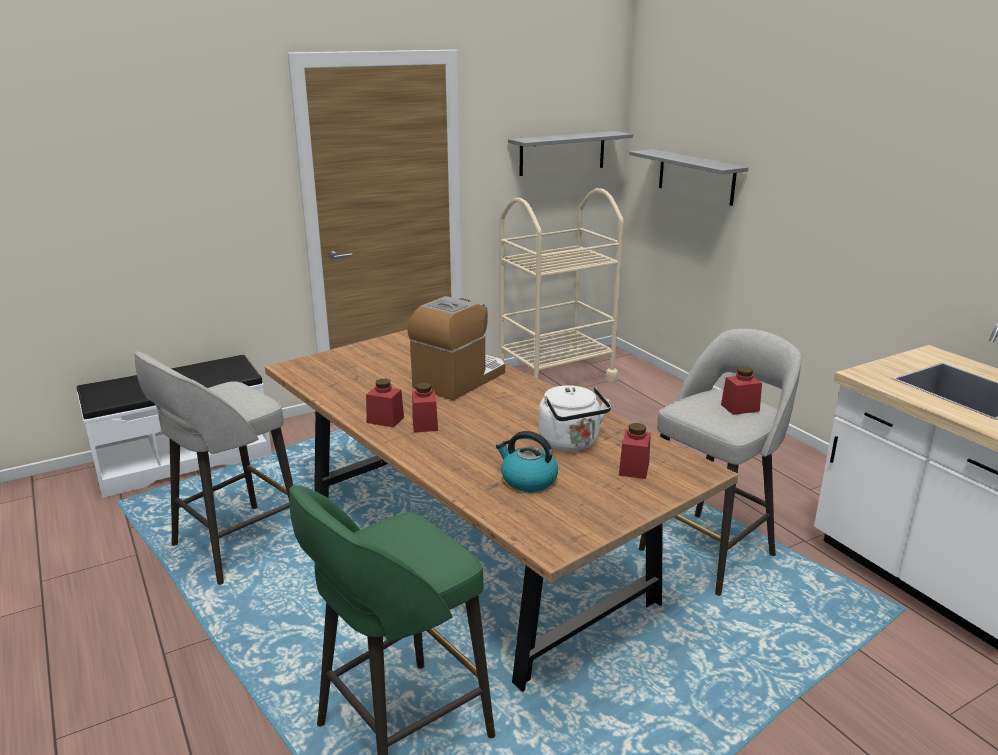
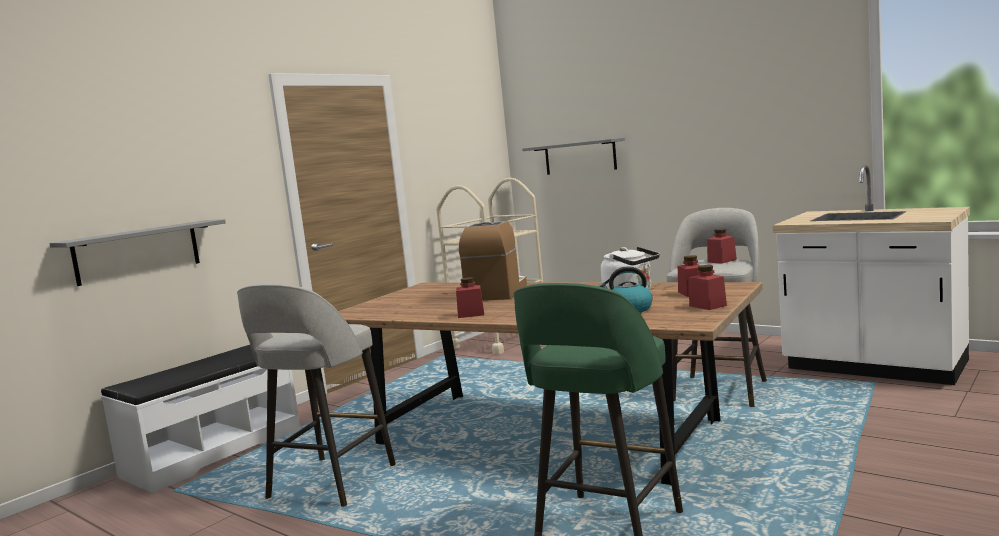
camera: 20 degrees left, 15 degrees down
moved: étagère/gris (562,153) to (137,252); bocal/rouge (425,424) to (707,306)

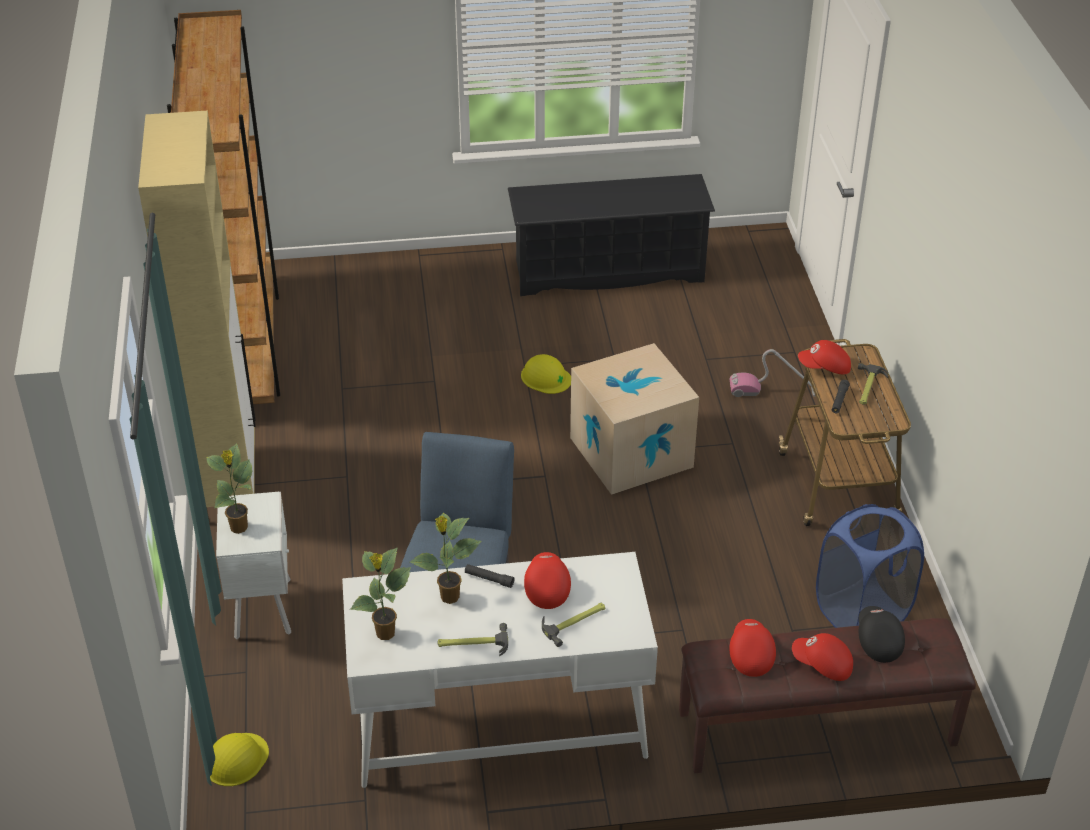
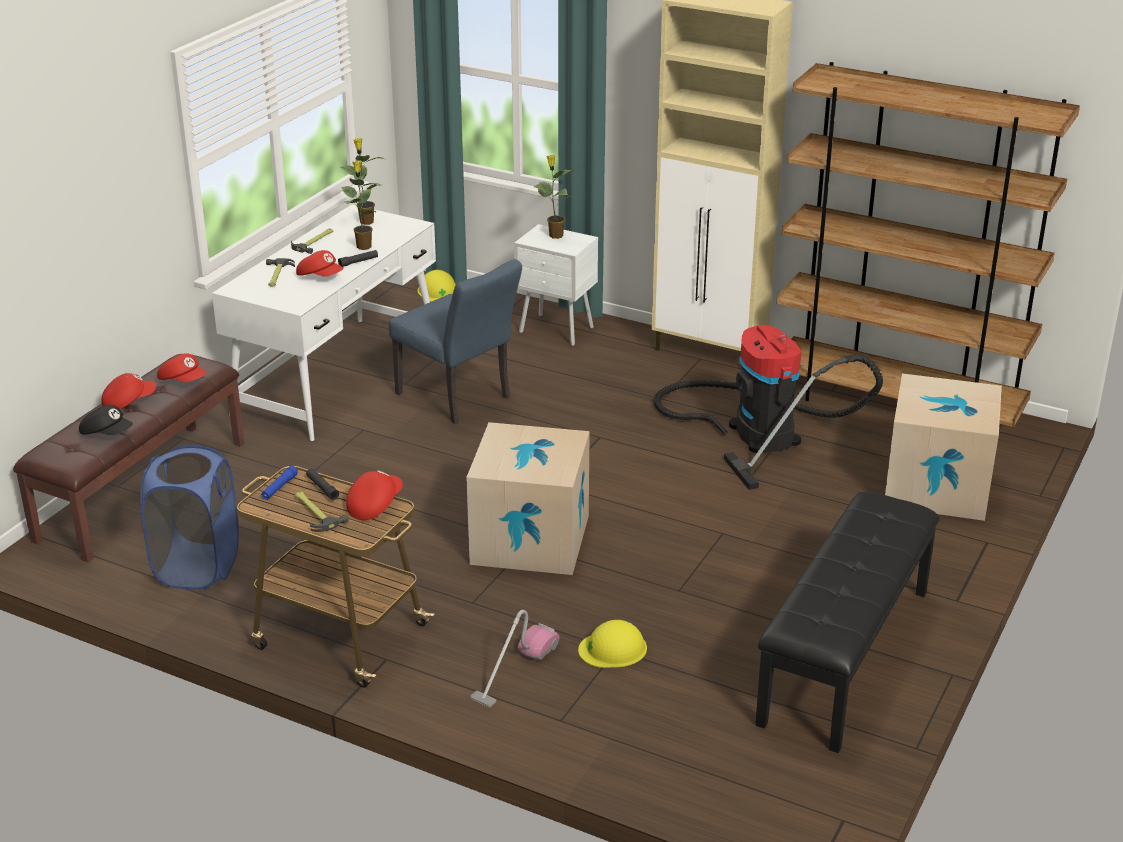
camera: 125 degrees right, 10 degrees down
added: lampe de poche/bleu (279,487); aspirateur (758,431); carton (936,487)
moved: casque de chantier/jaune (546,377) to (613,649)
replaced: étagère à chaussures/noir (608,271) to banc/noir (846,656)

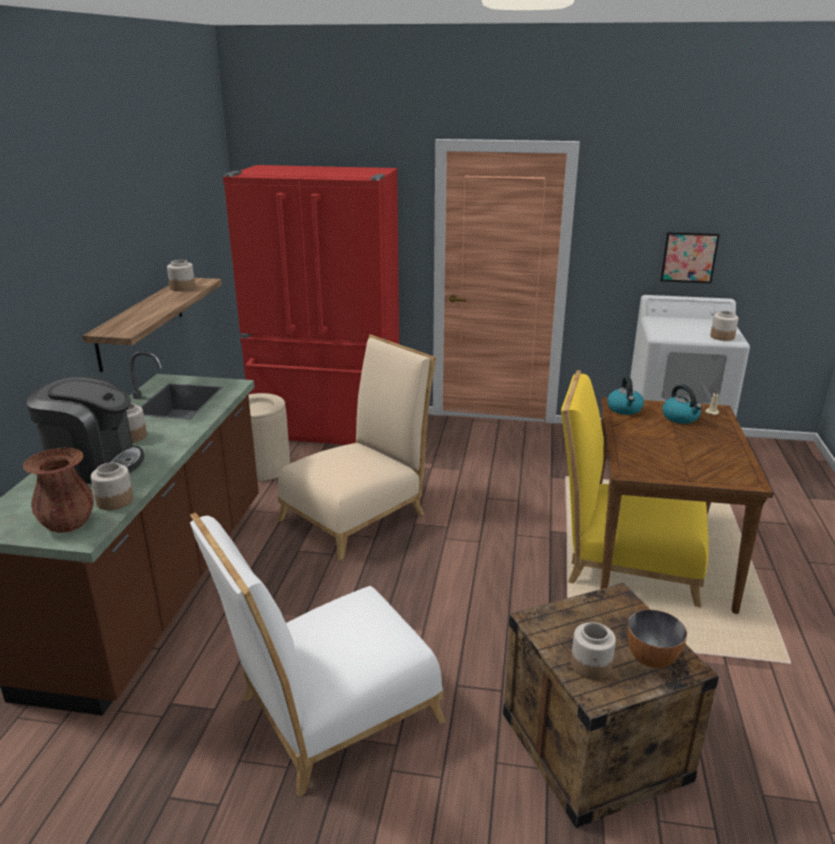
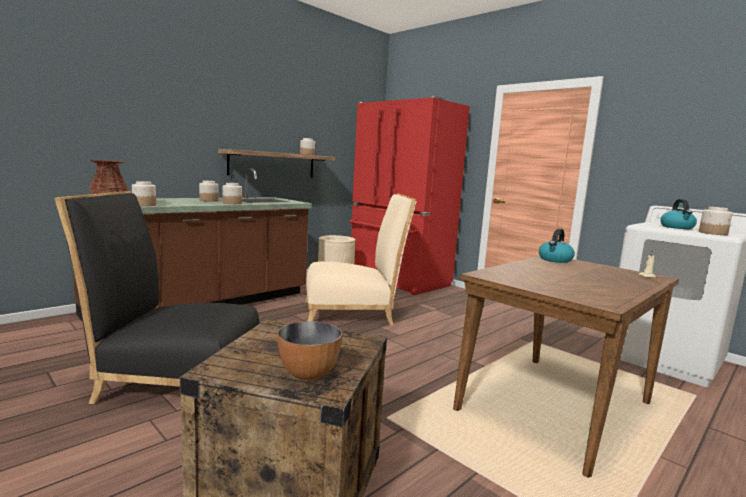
camera: 35 degrees right, 15 degrees down
removed: machine à café (94,464); chaise/jaune (624,561); tableau (689,257)
moved: bocal (591,665) to (232,203); bouilloire (681,418) to (677,227)
recoloured: chaise/blanc (329,715) to chaise/noir (173,379)

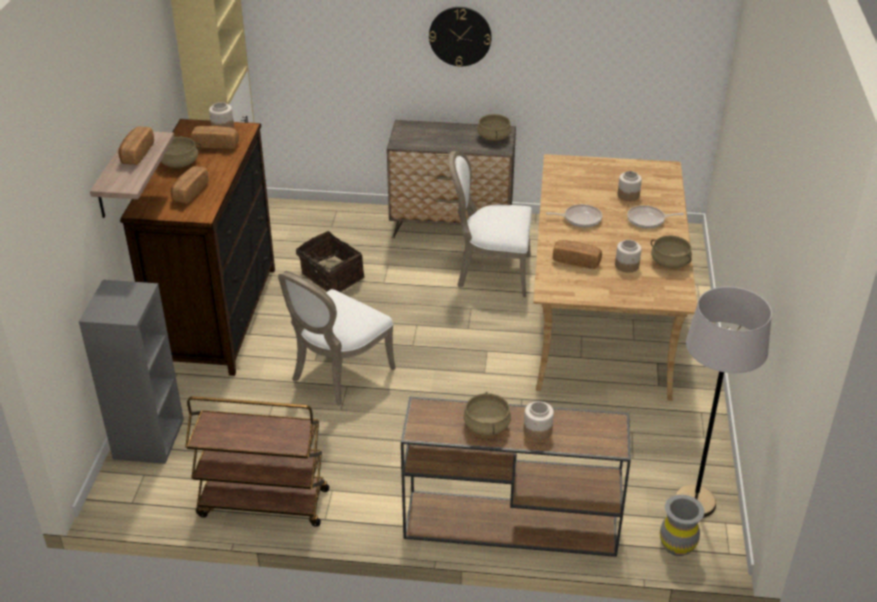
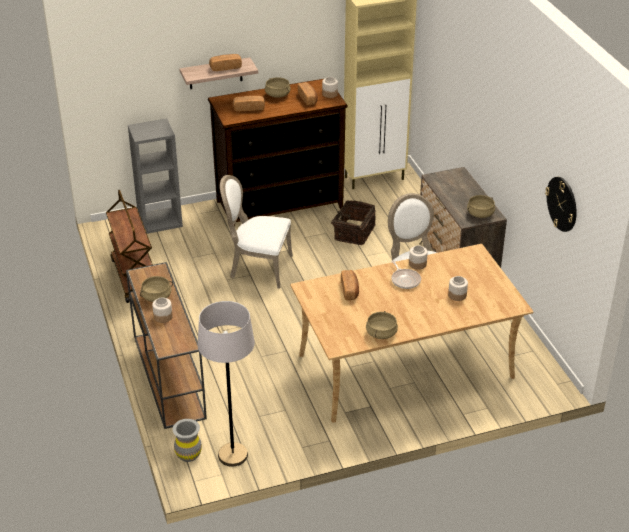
camera: 65 degrees right, 0 degrees up
removed: poêle (648,220)
moved: bocal (627,265) to (417,264); horloge murale (460,36) to (562,204)

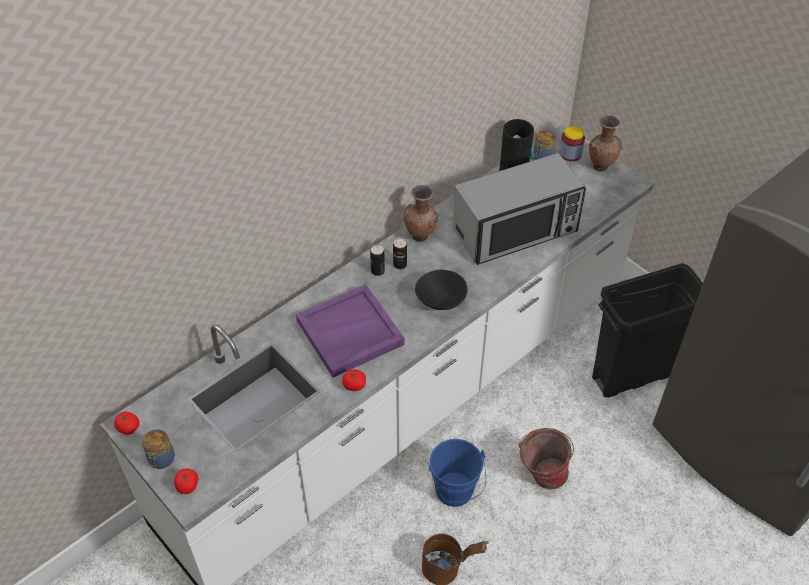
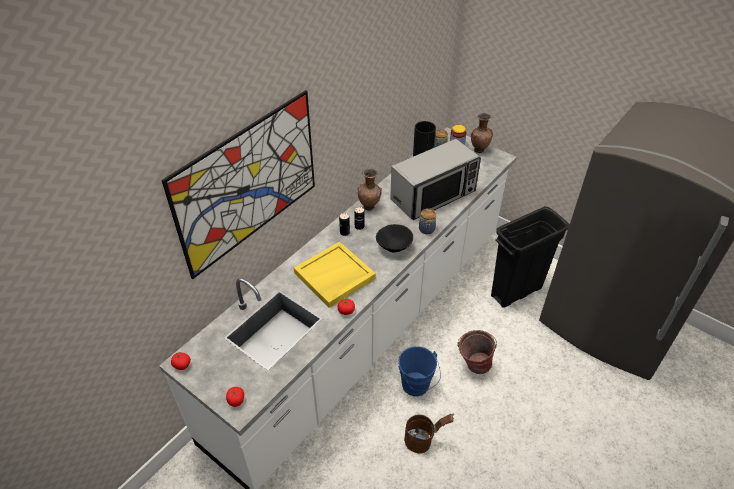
camera: 10 degrees left, 5 degrees down
added: tableau (248,183)
moved: bocal (161,460) to (426,230)
recoloured: plateau/violet (349,333) to plateau/jaune (334,276)

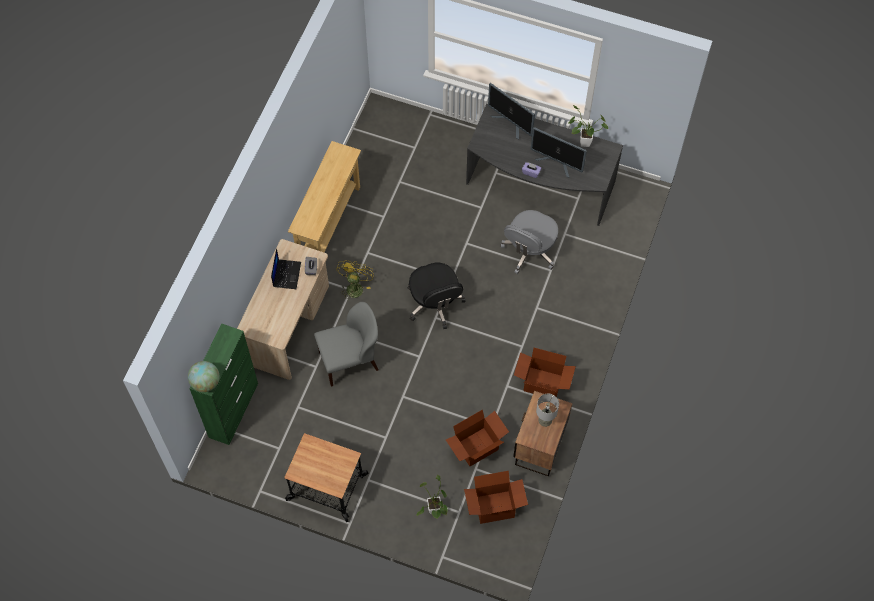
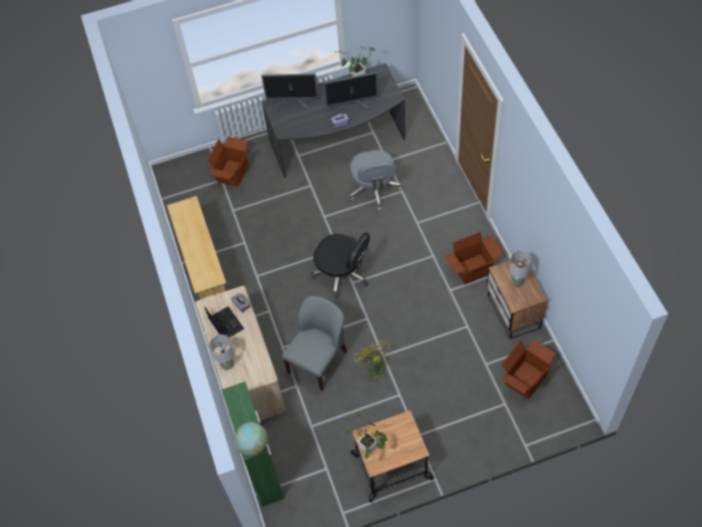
camera: 35 degrees left, 5 degrees down
added: lampe de table/gris (227,364)
moved: carton (477,447) to (233,173); plante en pot (434,512) to (370,450); ventilateur/jaune (355,286) to (374,368)

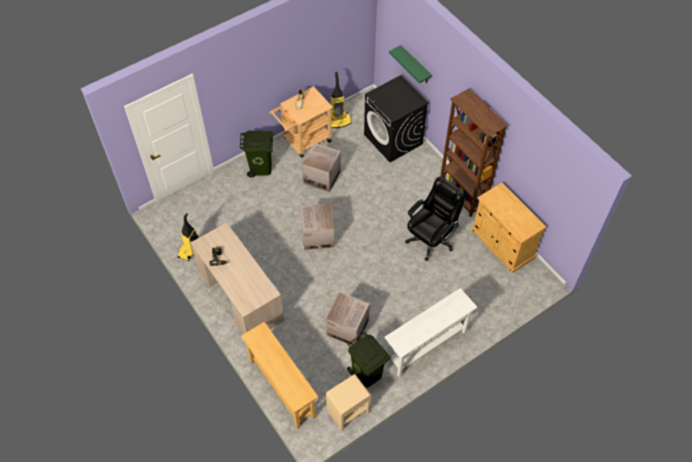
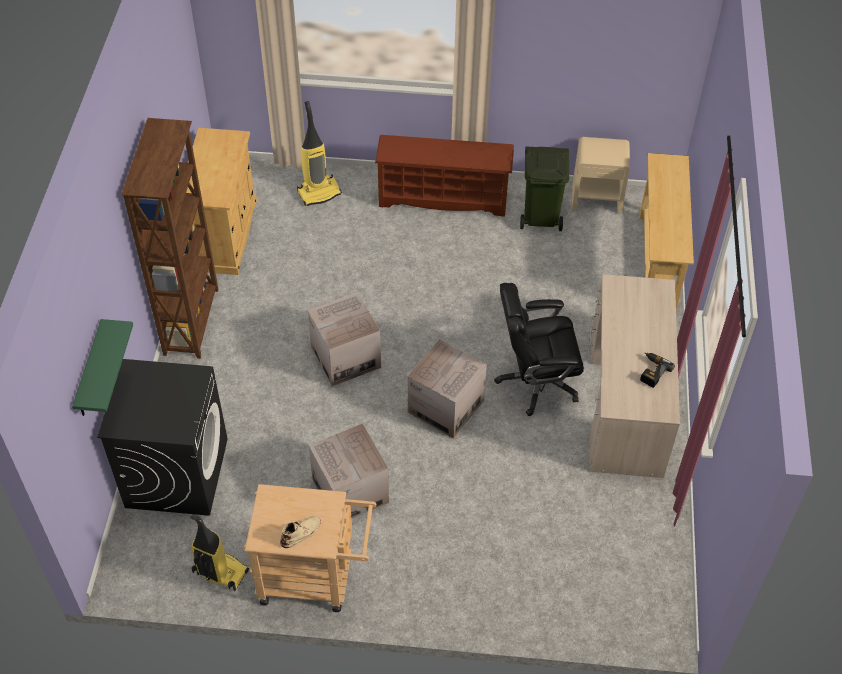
camera: 140 degrees left, 5 degrees down
removed: poubelle/vert (261,168)
moved: aspirateur (190,250) to (319,192); carton (347,327) to (345,357); chaise de bureau/noir (431,239) to (536,381)
replaced: table console/blanc (427,346) to étagère à chaussures/marron (444,198)

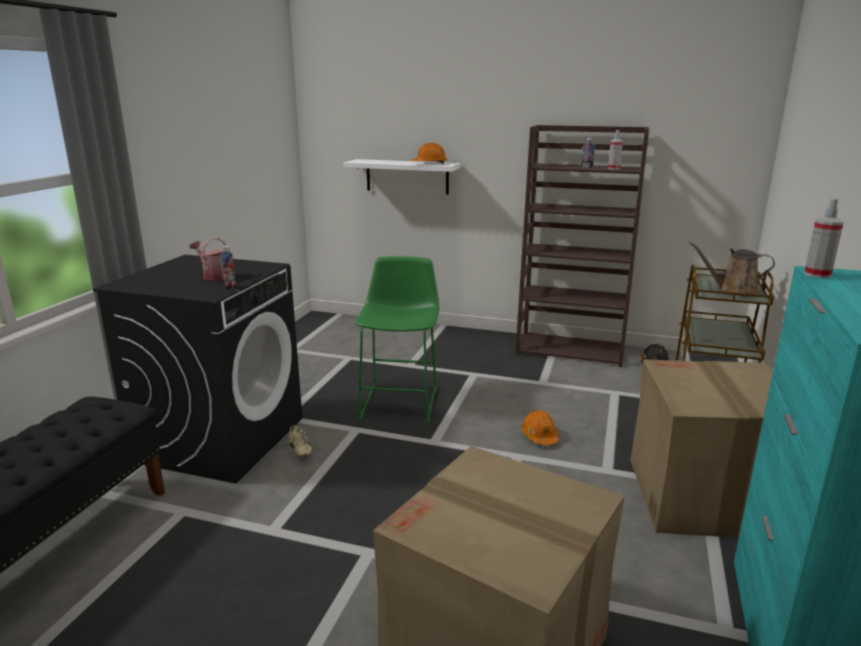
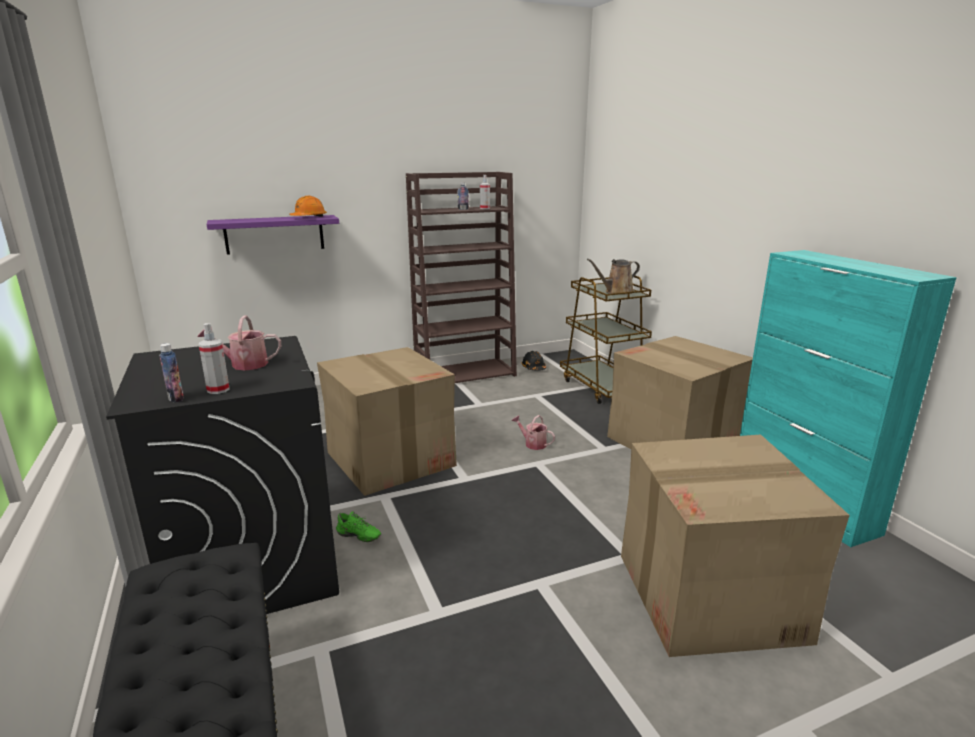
camera: 40 degrees left, 0 degrees up
moved: bouteille (230,287) to (176,398); vaporisateur (817,274) to (218,389)
replaced: tabouret/vert (401,402) to carton (390,458); casque de chantier/orange (539,436) to arrosoir (532,443)
recoloured: étagère/blanc (407,176) to étagère/violet (274,234); chaussure/beige (298,451) to chaussure/vert (358,537)

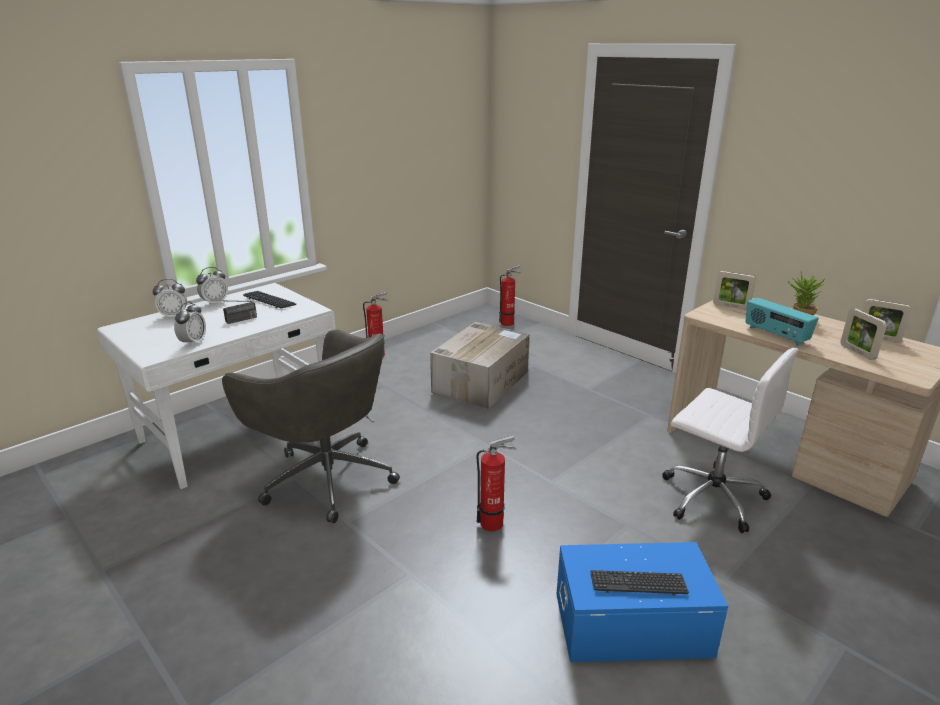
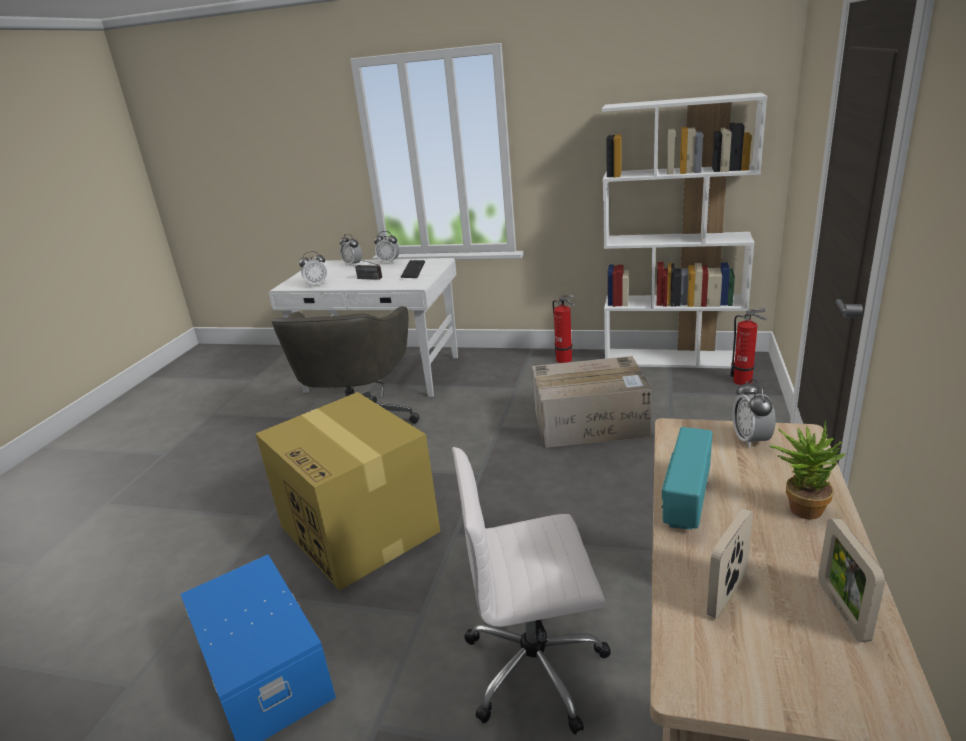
camera: 60 degrees right, 0 degrees up
removed: clavier (638,584)
added: bibliothèque/blanc (672,359)
replaced: extincteur (494,523) to carton (360,529); cadre photo (730,306) to réveil (751,440)
turned: chaise de bureau/blanc (711,496) = (537,667) 75 degrees clockwise

